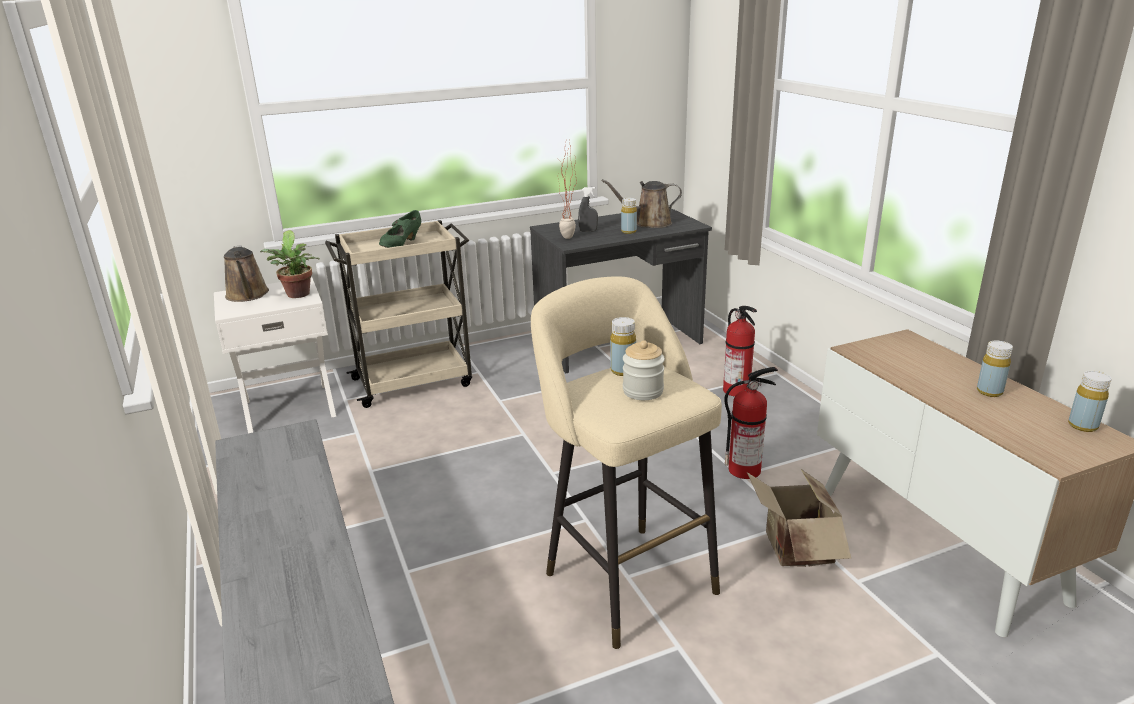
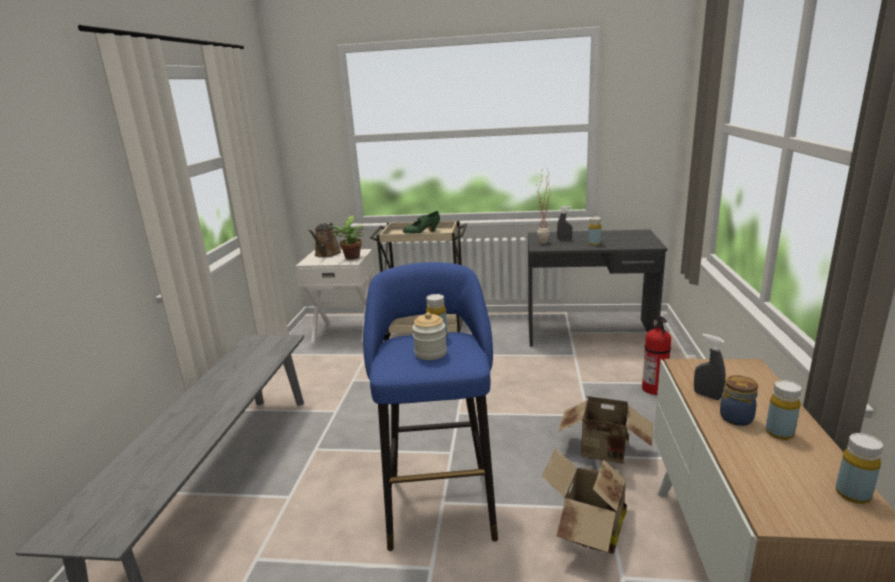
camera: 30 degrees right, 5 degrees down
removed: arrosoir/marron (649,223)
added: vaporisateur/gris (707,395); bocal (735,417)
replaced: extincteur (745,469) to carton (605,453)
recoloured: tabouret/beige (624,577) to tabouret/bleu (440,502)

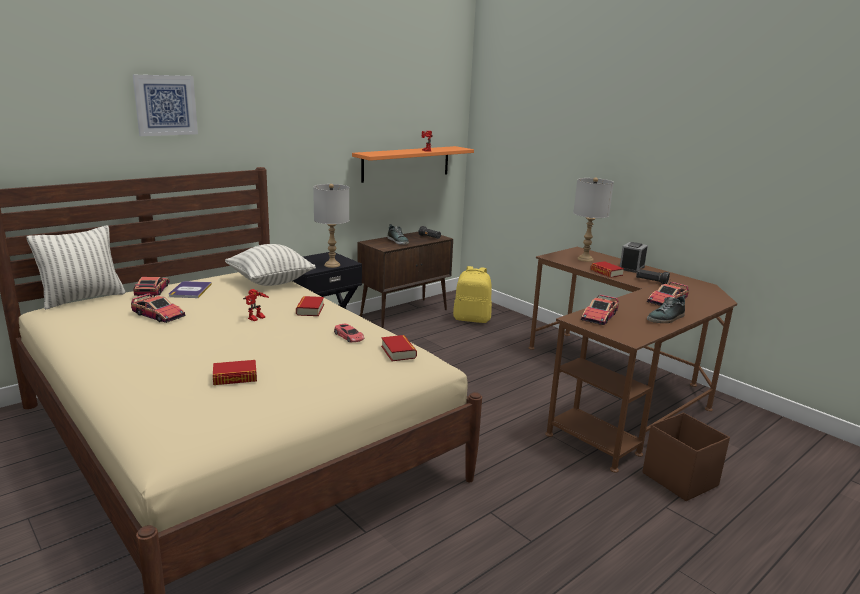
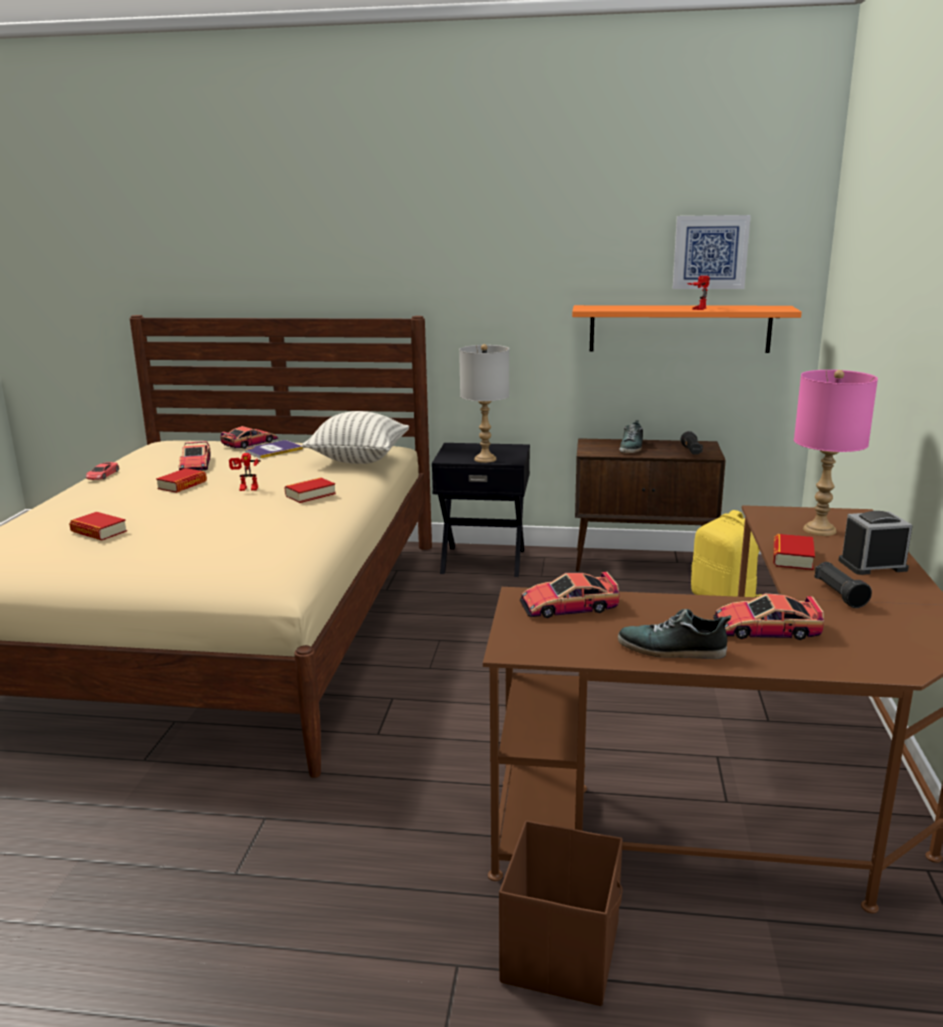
camera: 50 degrees right, 0 degrees up
removed: coussin (83,298)
moved: petite voiture/rouge (349,336) to (103,475); livre (398,352) to (182,485); tableau (165,105) to (710,252)
recoloured: lampe de table/gris (585,259) to lampe de table/rose (820,530)

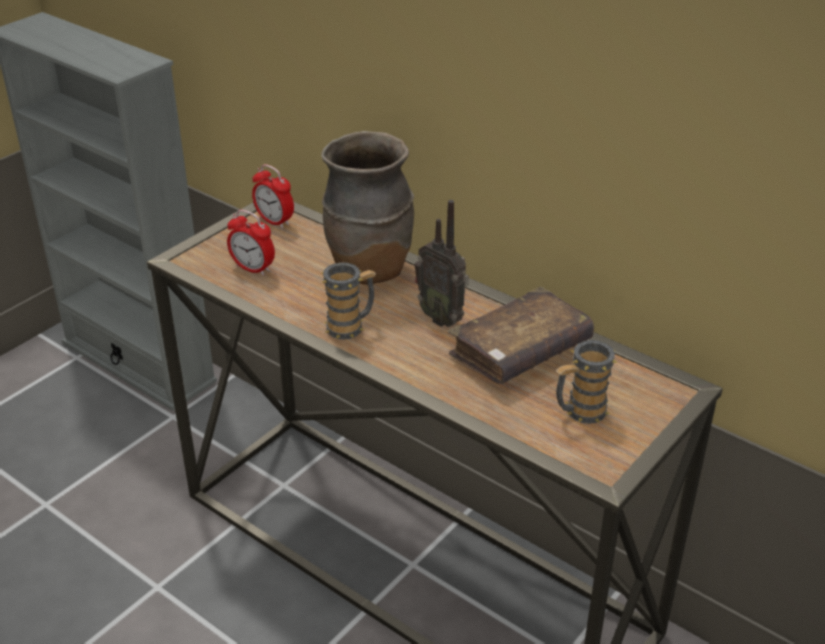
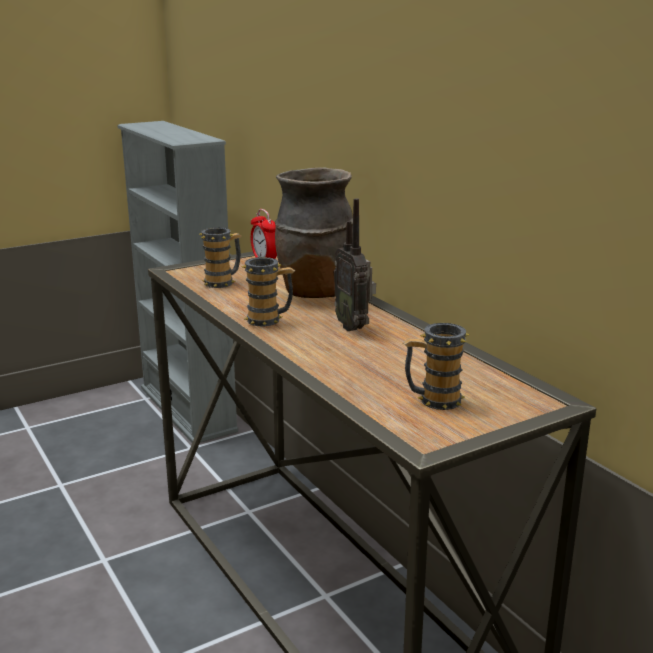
camera: 20 degrees right, 15 degrees down
removed: livre/marron (520,351)
replaced: réveil (253,269) to mug (223,282)

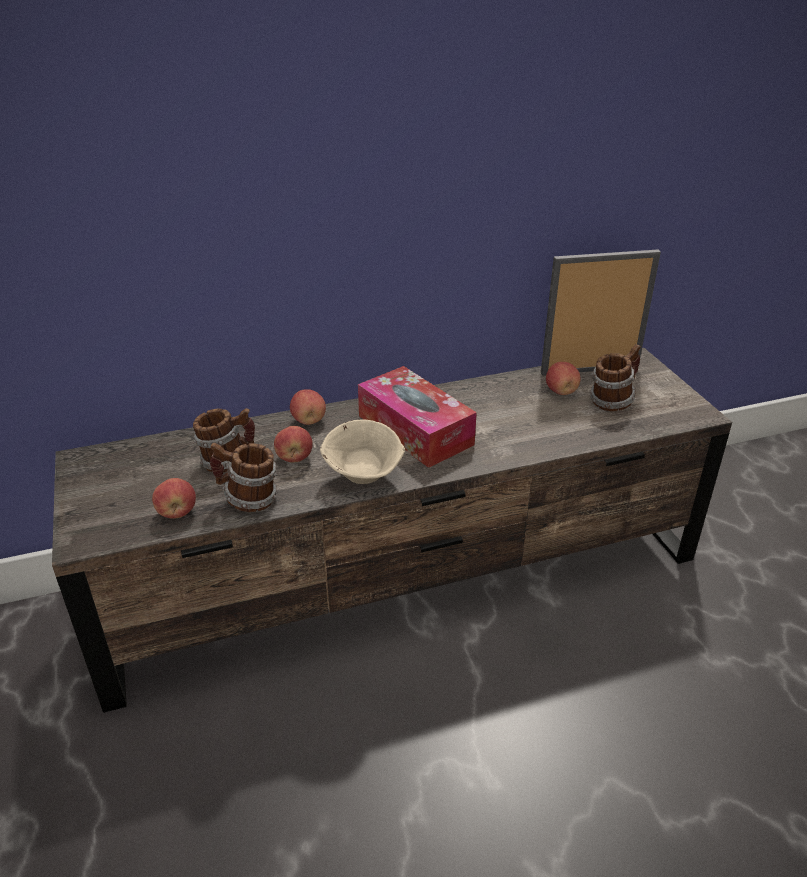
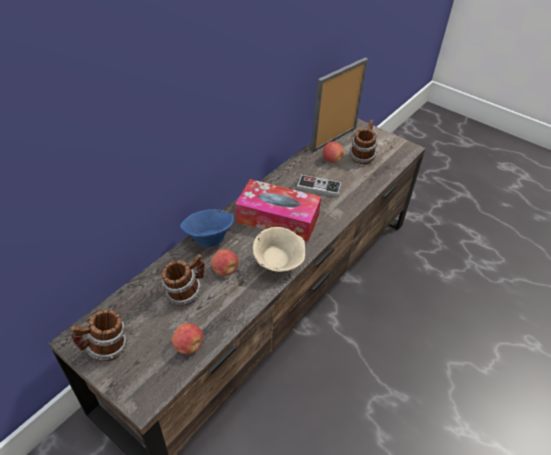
camera: 35 degrees left, 10 degrees up
added: manette (318,187)
moved: mug (248,500) to (105,349)
replaced: pomme (308,420) to bol/bleu (208,239)

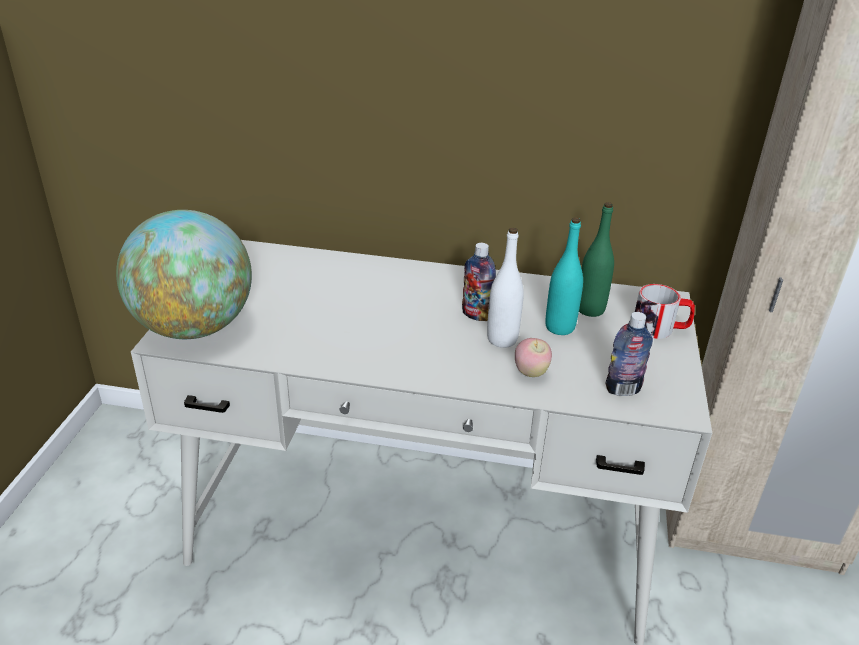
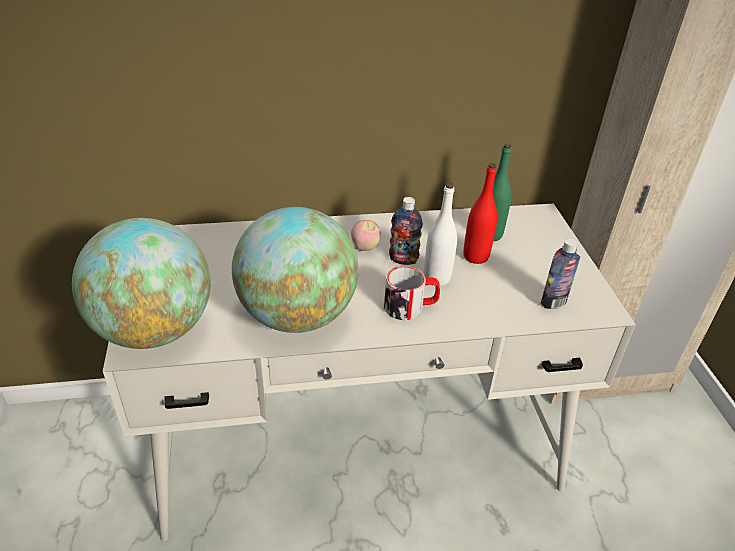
camera: 20 degrees left, 5 degrees up
added: globe (297,315)
moved: pomme (531,373) to (365,248); mug (660,328) to (410,307)
recoloured: bouteille/turquoise (559,327) to bouteille/rouge (475,256)

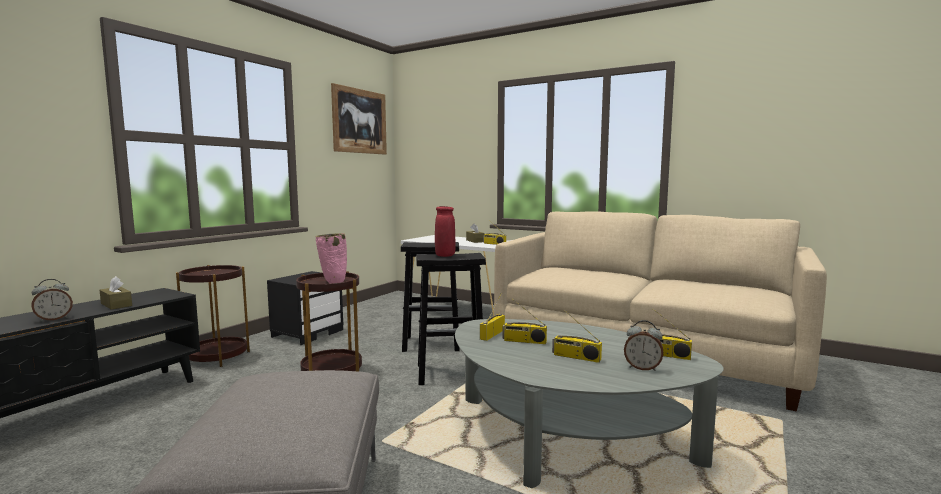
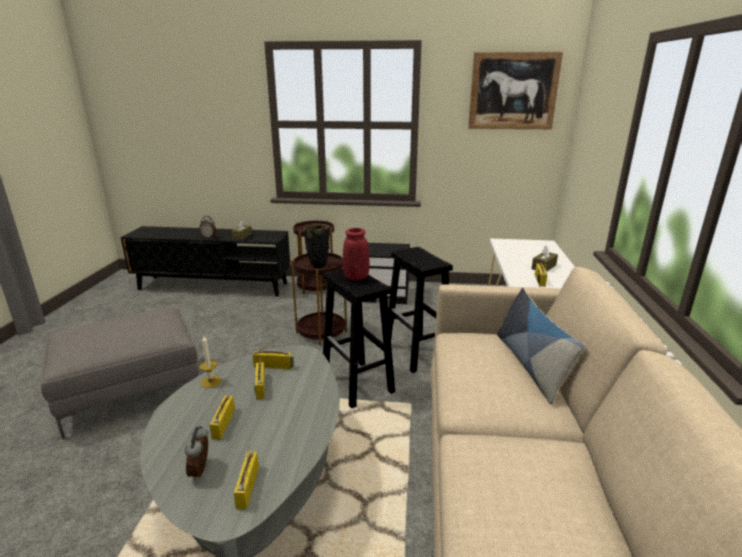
camera: 65 degrees right, 15 degrees up
added: bougie (211,381); coussin (531,365)
recoloured: vase/rose (333,282) to vase/noir (318,265)

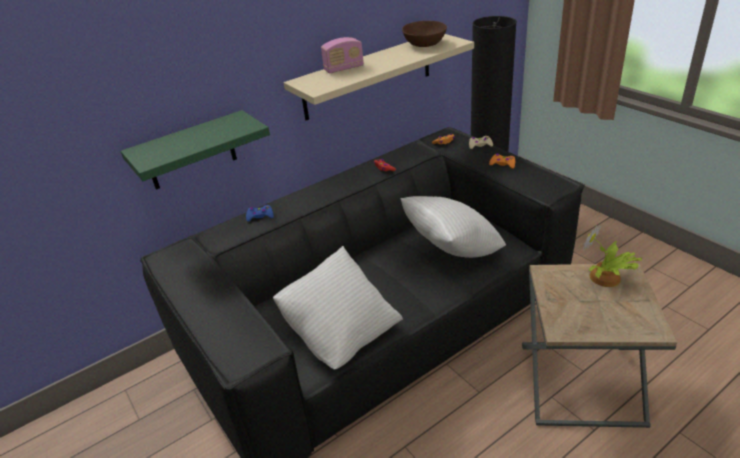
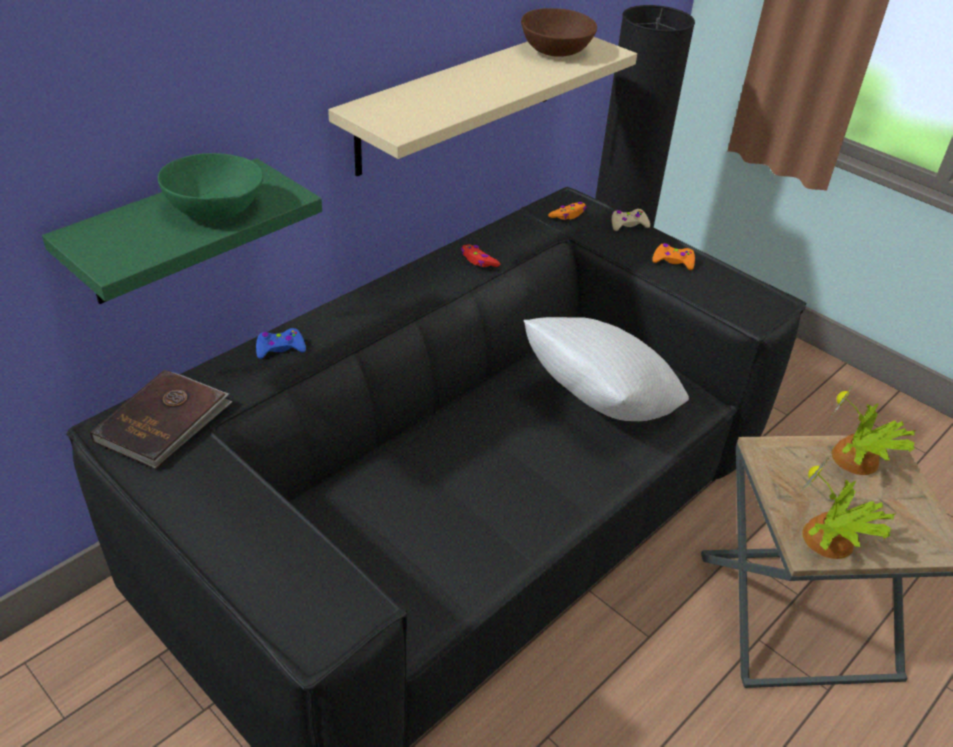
camera: 15 degrees left, 5 degrees up
removed: coussin/blanc (341,332); radio (344,69)
added: livre/marron (164,422); bol/vert (215,208); plante en pot (829,541)

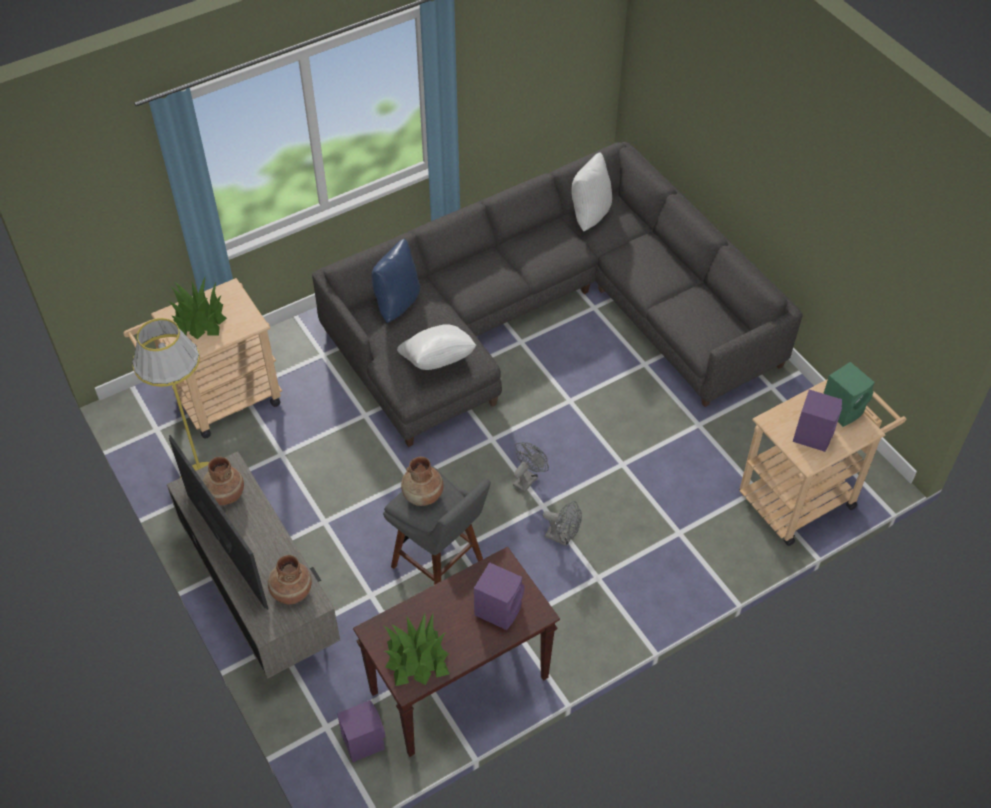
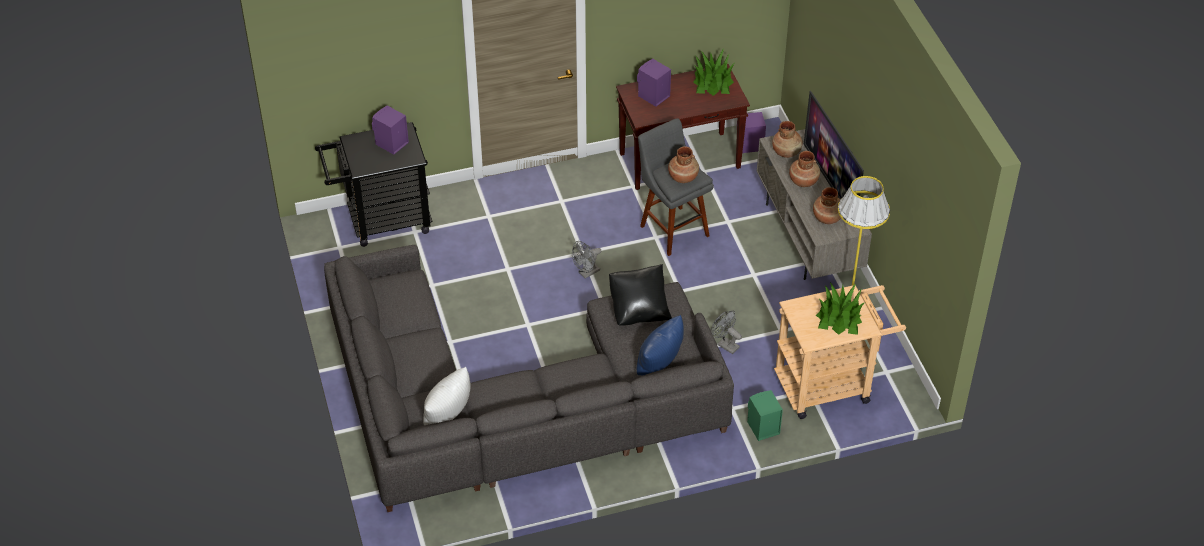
camera: 165 degrees left, 5 degrees down
added: vase/marron (803,181)
moved: ventilateur/gris (562,537) to (725,344); enceinte/vert (843,409) to (762,428)
recoloured: chariot/beige (805,495) to chariot/noir (381,221); coussin/blanc (437,363) to coussin/noir (639,309)

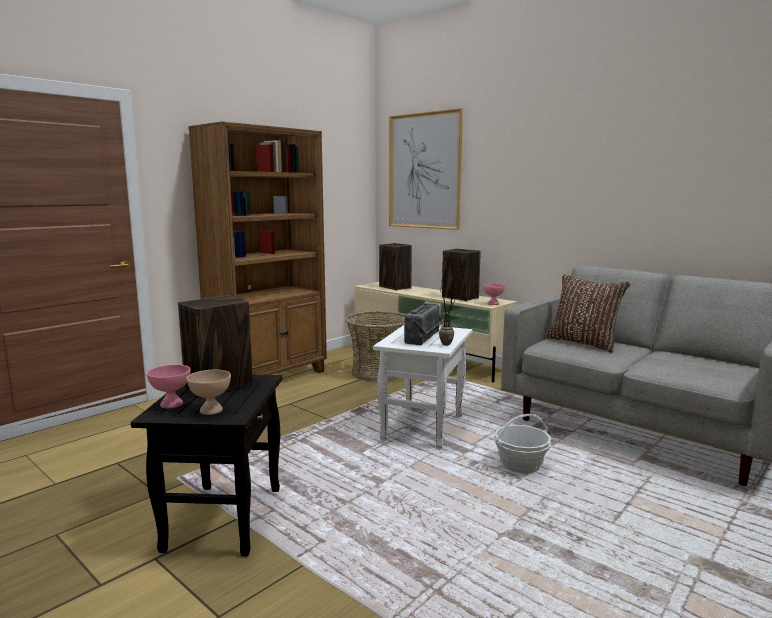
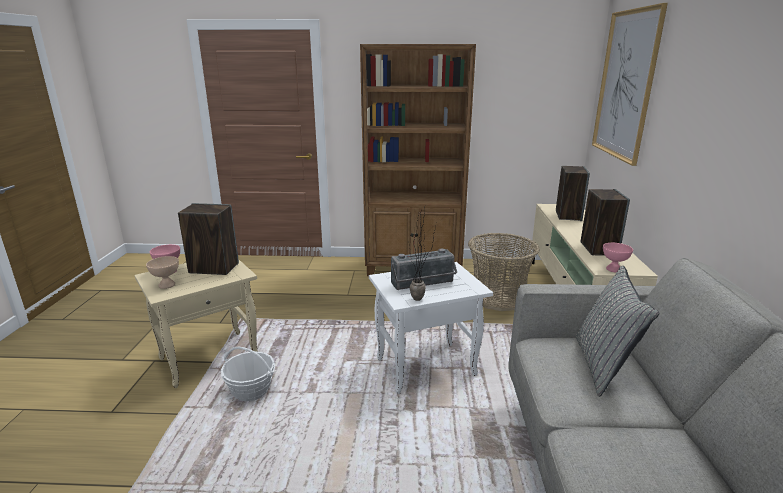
camera: 50 degrees right, 10 degrees up
moved: panier (520,465) to (251,390)
recoloured: table d'appoint/noir (223,517) to table d'appoint/beige (210,357); coussin/marron (583,343) to coussin/gris (603,365)

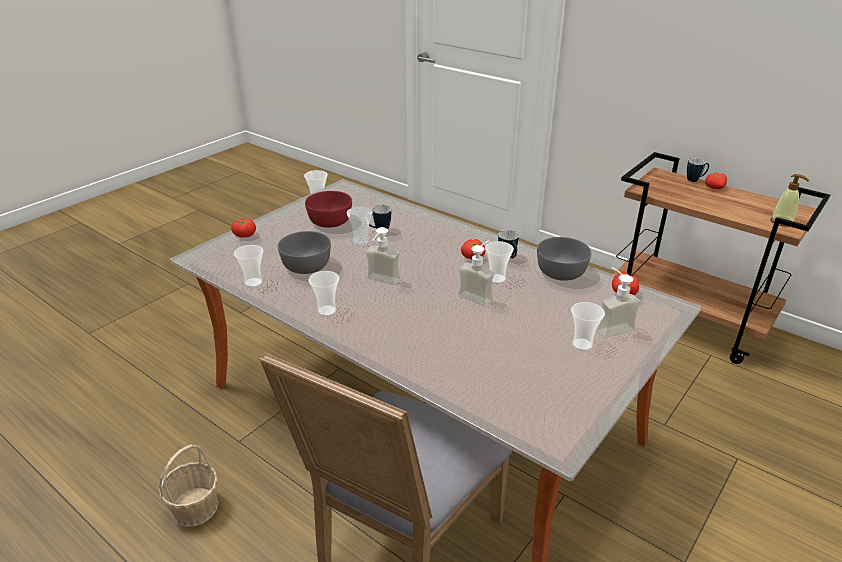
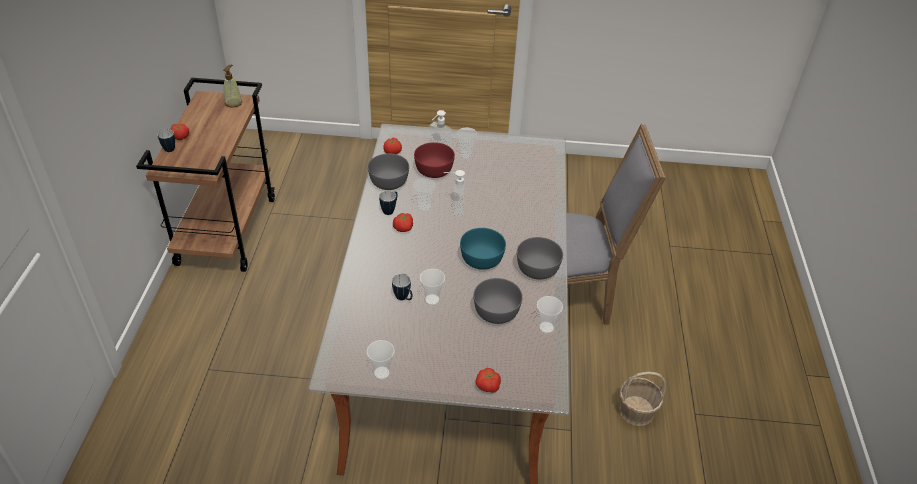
camera: 125 degrees left, 10 degrees up
moved: bol/rouge (330,221) to (433,170)
replaced: distributeur de savon (380,283) to bol/turquoise (481,259); tasse (327,311) to bol/gris (537,268)

